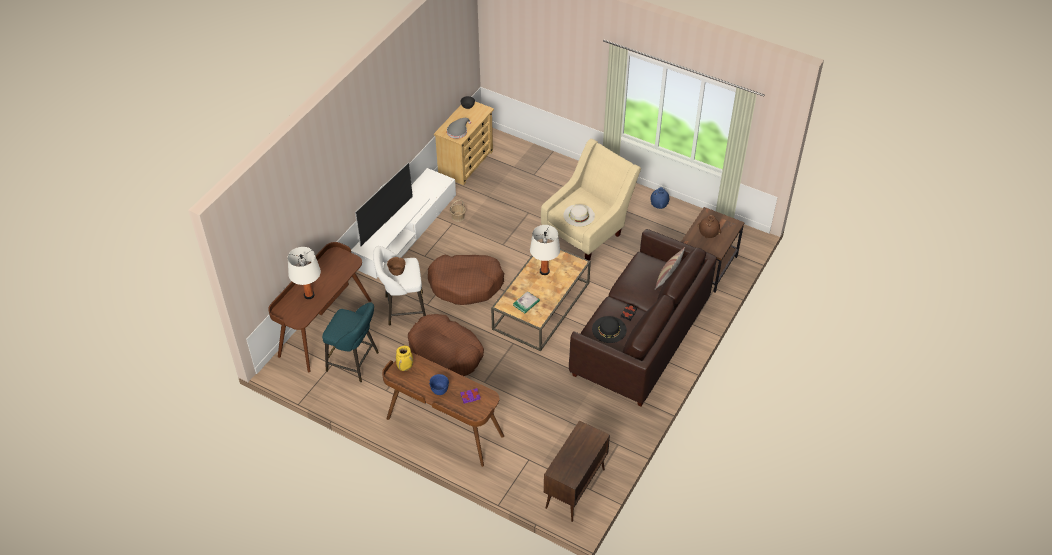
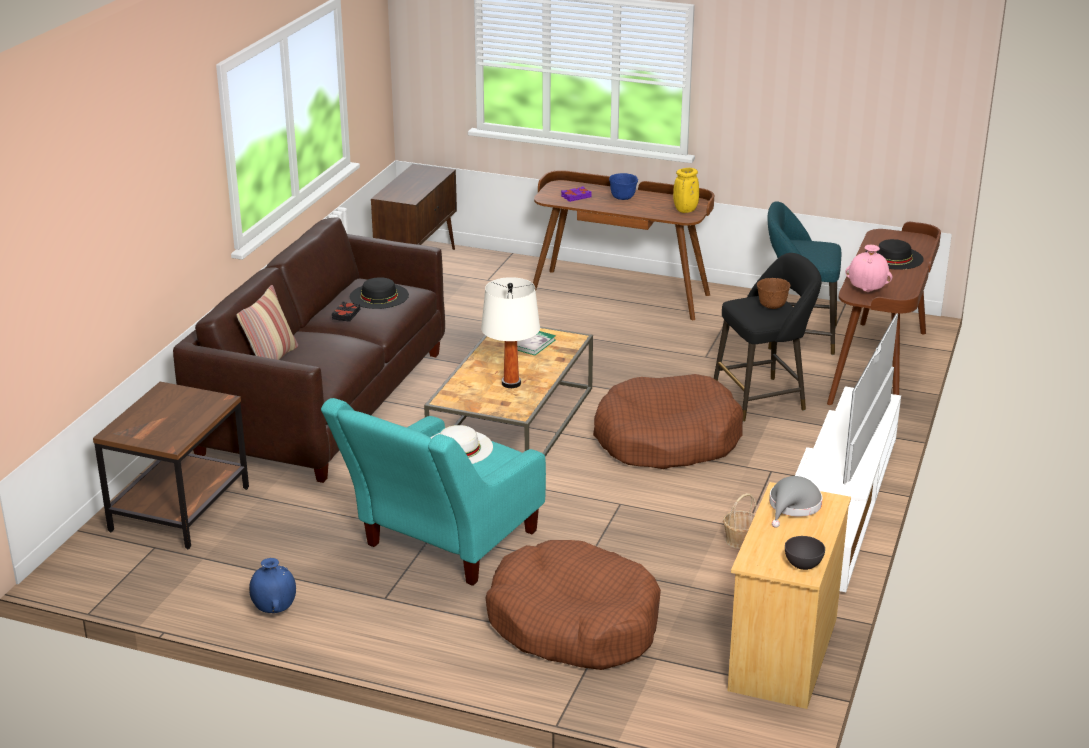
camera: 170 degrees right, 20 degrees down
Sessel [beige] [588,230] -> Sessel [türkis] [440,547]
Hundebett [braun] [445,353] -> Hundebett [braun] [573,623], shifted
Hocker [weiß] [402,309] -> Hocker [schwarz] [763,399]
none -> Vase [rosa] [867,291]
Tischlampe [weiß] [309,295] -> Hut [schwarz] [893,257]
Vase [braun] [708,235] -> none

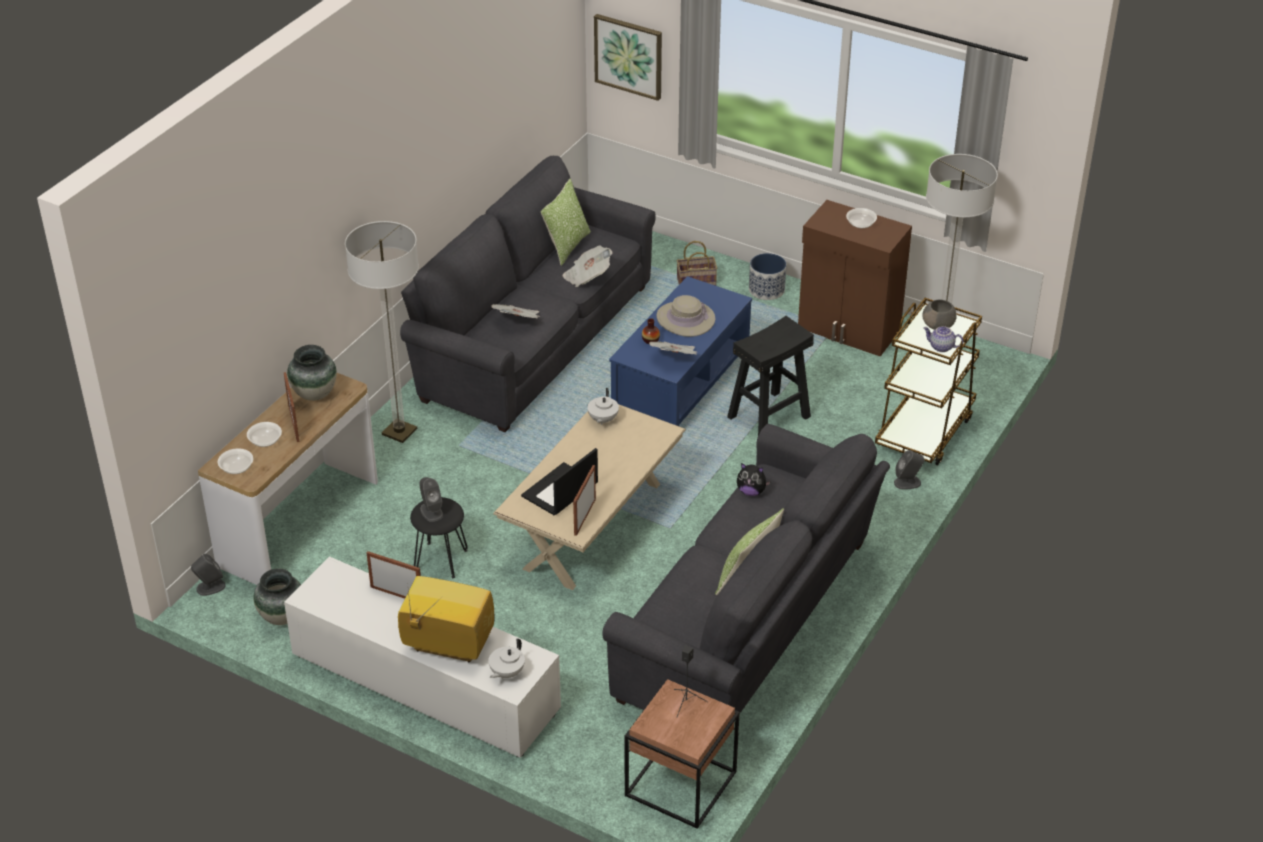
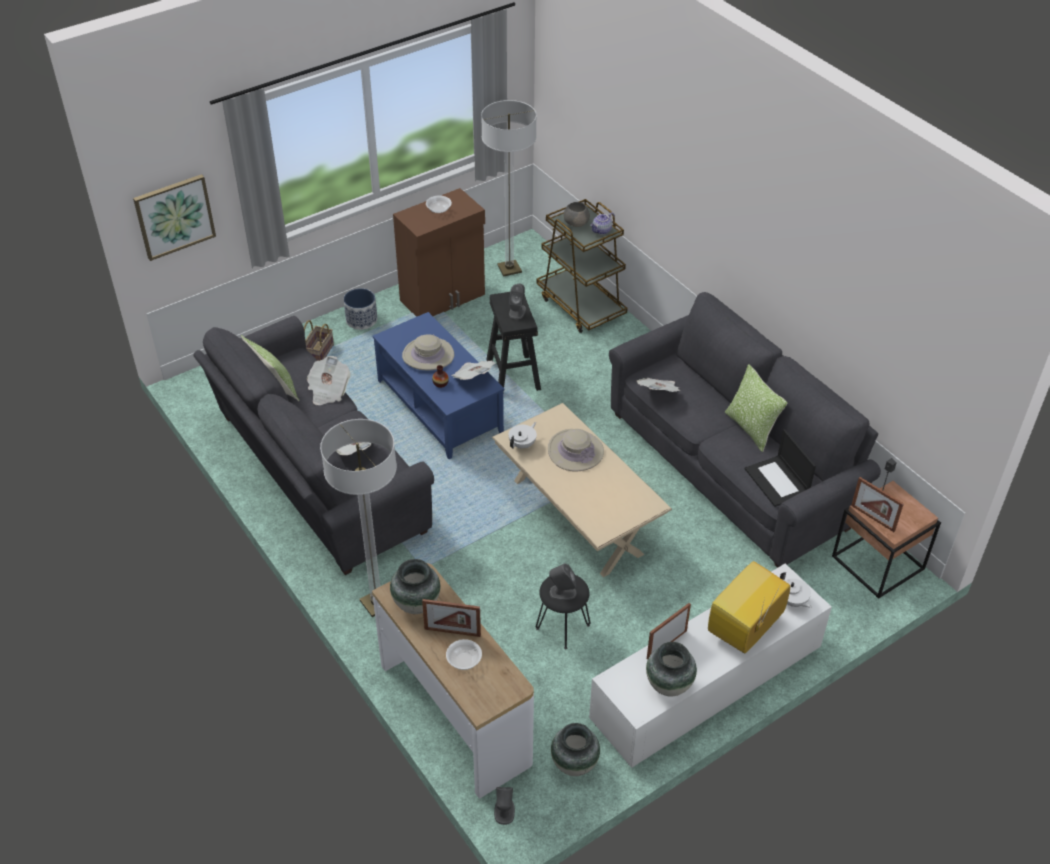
camera: 65 degrees left, 5 degrees up
Teekanne [weiß] [602,420] -> Teekanne [weiß] [523,444], 90 degrees counterclockwise
Lautsprecher [grau] [907,482] -> Lautsprecher [grau] [517,311], shifted
none -> Hut [beige] [575,451]
Plüschtier [751,491] -> Zeitung [659,393]
none -> Vase [668,685]
Laptop [560,491] -> Laptop [777,481], shifted
Bilderrahmen [585,517] -> Bilderrahmen [872,518], shifted
Schüssel [237,468] -> none

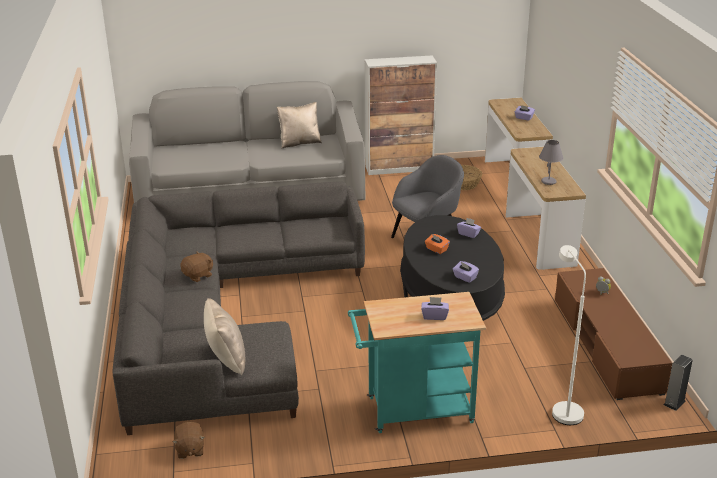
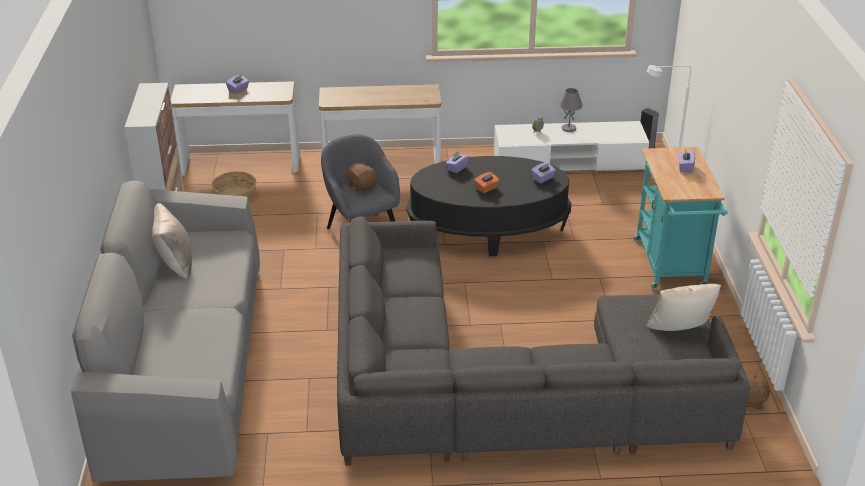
camera: 85 degrees left, 5 degrees up
Plüschtier [braun] [198,276] -> Plüschtier [braun] [361,186], shifted
Fernsehschrank [braun] [606,345] -> Fernsehschrank [weiß] [568,162]
Tischlampe [grau] [549,182] -> Tischlampe [grau] [569,128], shifted

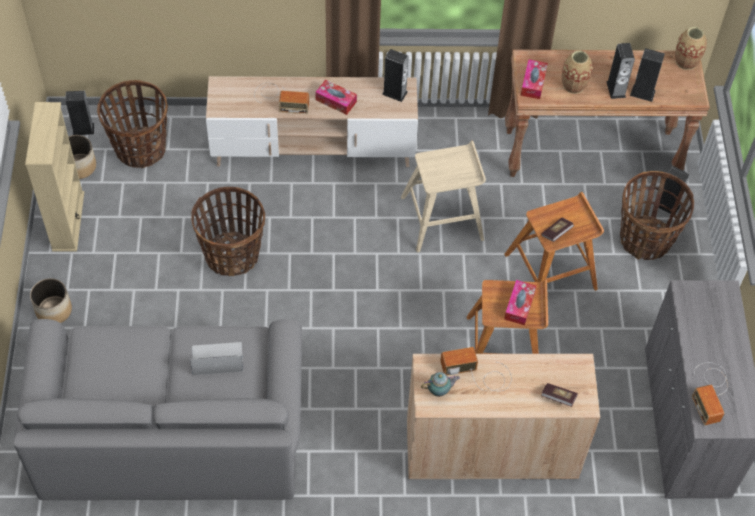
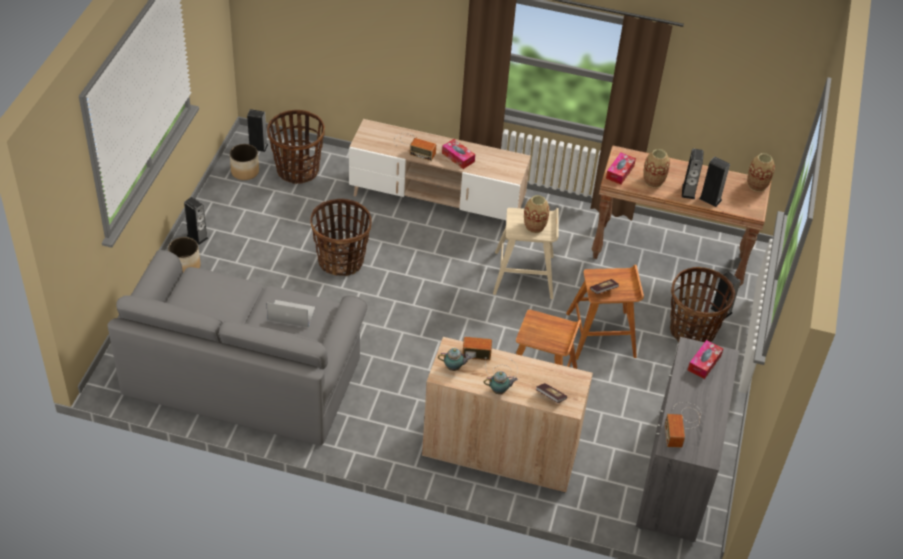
camera: 15 degrees right, 10 degrees down
Lautsprecher [394,93] -> Lautsprecher [197,237], shifted
none -> Teekanne [499,391]
none -> Vase [534,226]
Taschentuchbox [519,306] -> Taschentuchbox [704,363], shifted
Bücherregal [beige] [68,221] -> none

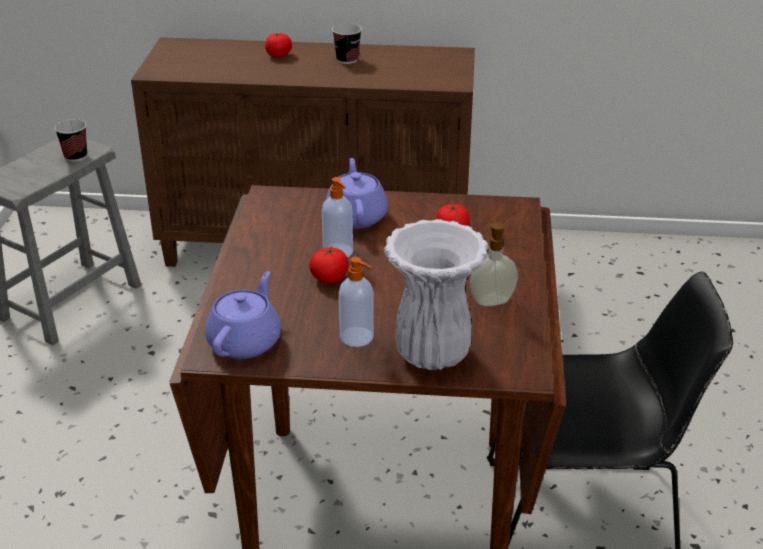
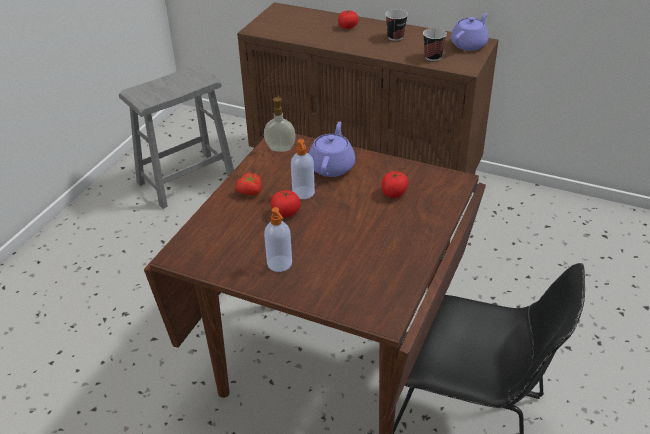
camera: 20 degrees right, 5 degrees up
none -> Tomate [250,192]
Seifenspender [491,300] -> Seifenspender [280,148], shifted
Tasse [75,156] -> Tasse [433,57], shifted
Teekanne [lila] [245,341] -> Teekanne [lila] [469,44], shifted
Vase [weiß] [431,355] -> none

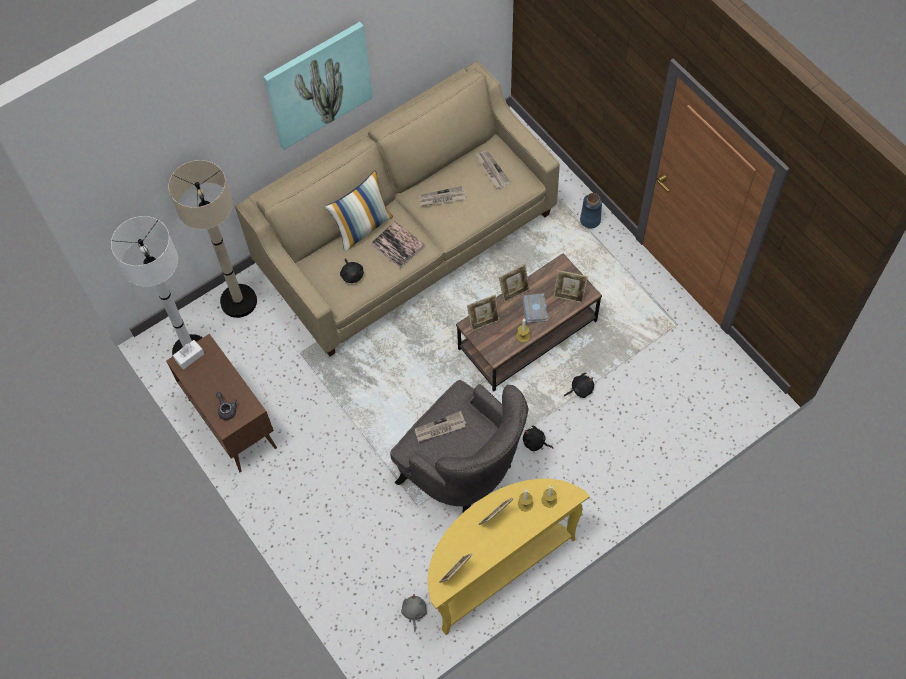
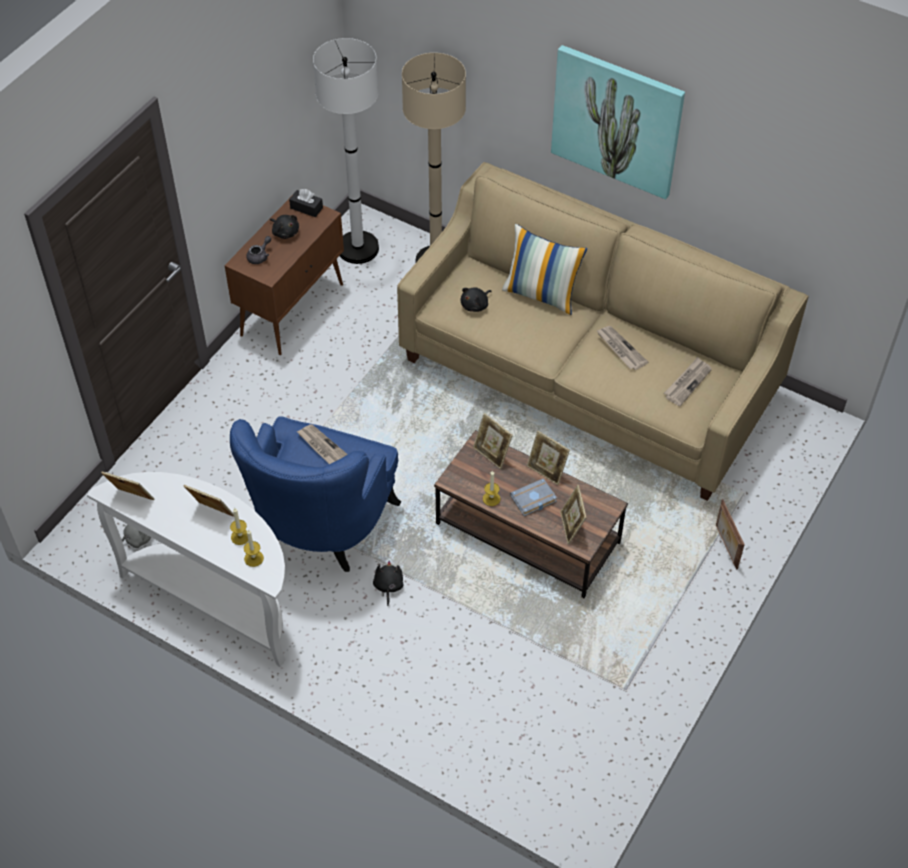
camera: 65 degrees right, 10 degrees down
Konsolentisch [gelb] [497,567] -> Konsolentisch [weiß] [216,599]
Sessel [grau] [464,472] -> Sessel [blau] [321,529]
Plüschtier [schwarz] [580,389] -> Plüschtier [schwarz] [285,232], shifted
Taschentuchbox [weiß] [189,357] -> Taschentuchbox [schwarz] [306,208]
Vase [blau] [590,220] -> Bilderrahmen [725,547]
Buch [398,244] -> none

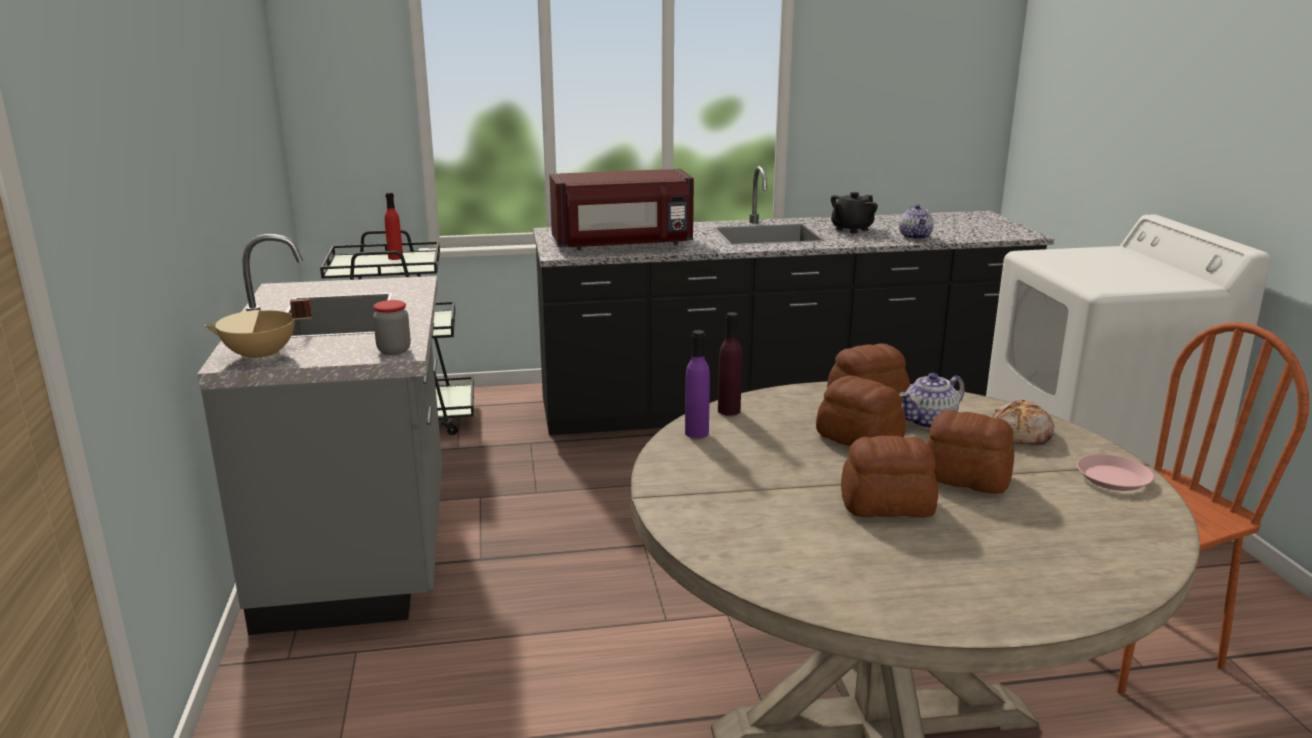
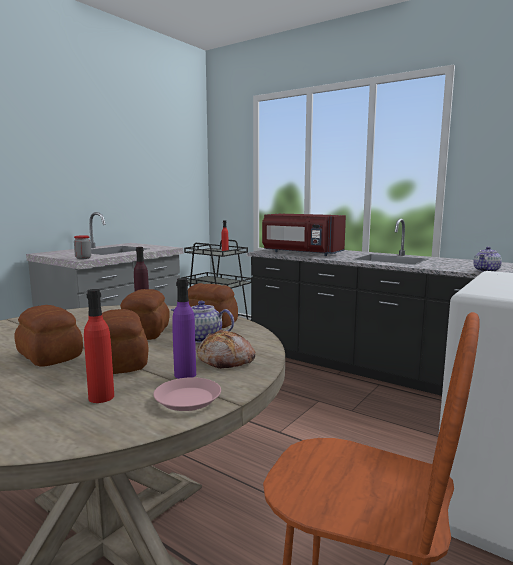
camera: 45 degrees right, 10 degrees down
none -> Flasche [rot] [101,397]
Flasche [lila] [696,433] -> Flasche [lila] [185,374], shifted
Kochtopf [beige] [261,357] -> none
Teekanne [schwarz] [851,229] -> none

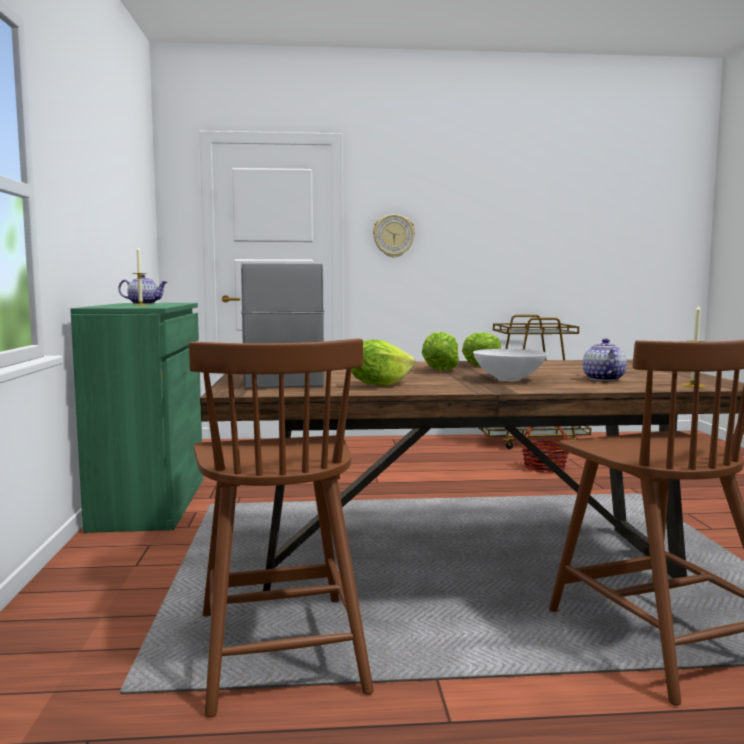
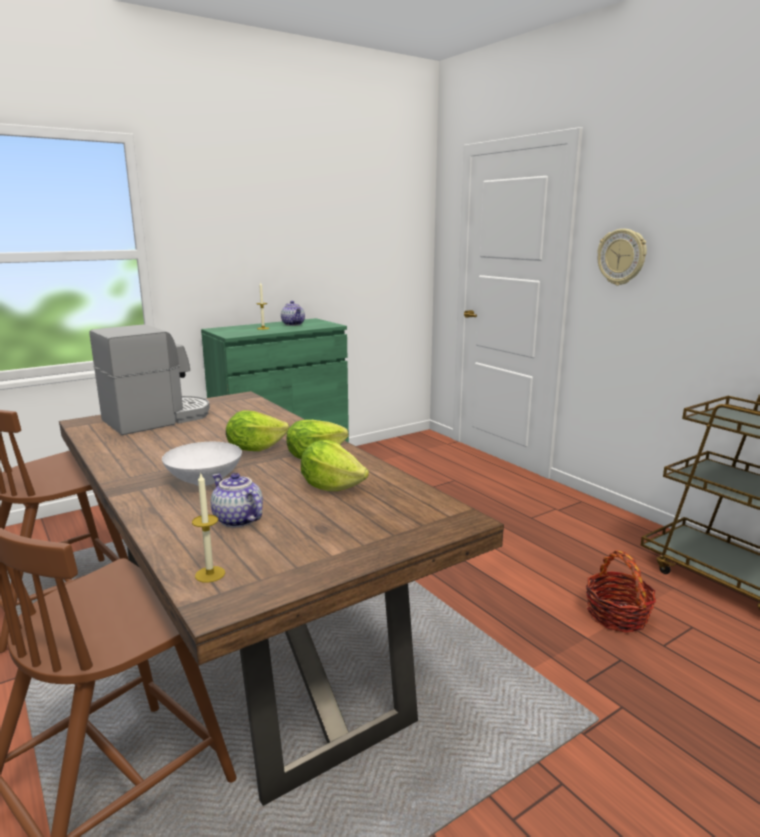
camera: 60 degrees right, 10 degrees up
Teekanne [602,379] -> Teekanne [236,520], 105 degrees counterclockwise
Salatkopf [379,385] -> Salatkopf [331,486], shifted

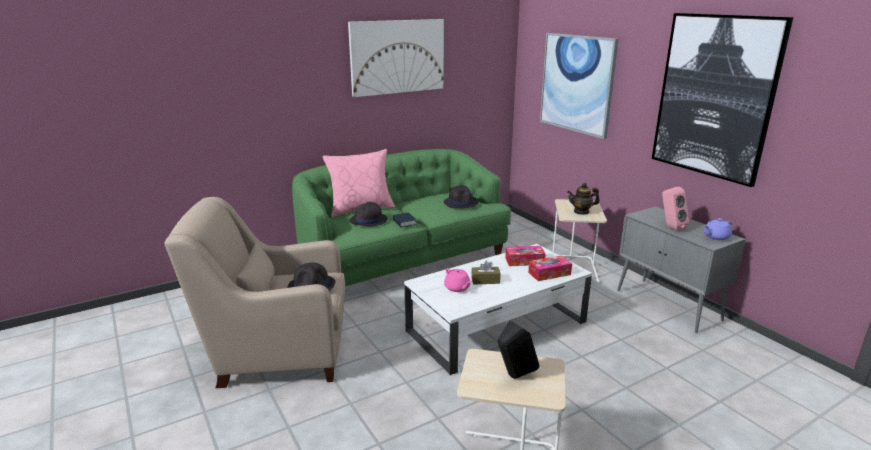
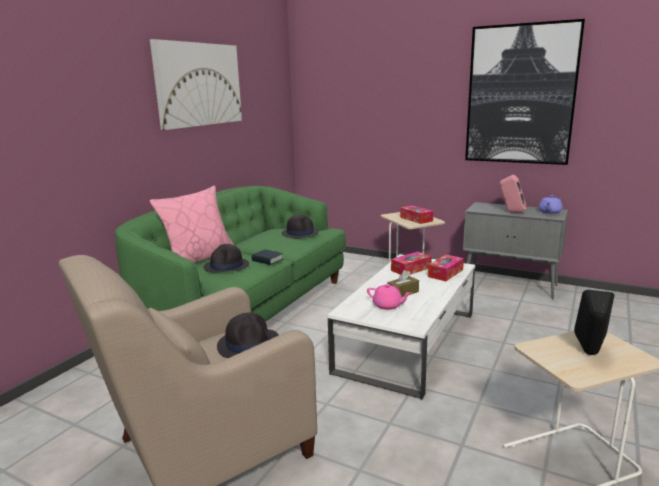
camera: 30 degrees left, 5 degrees down
Teekanne [581,212] -> Taschentuchbox [416,219]
Bild [577,83] -> none

